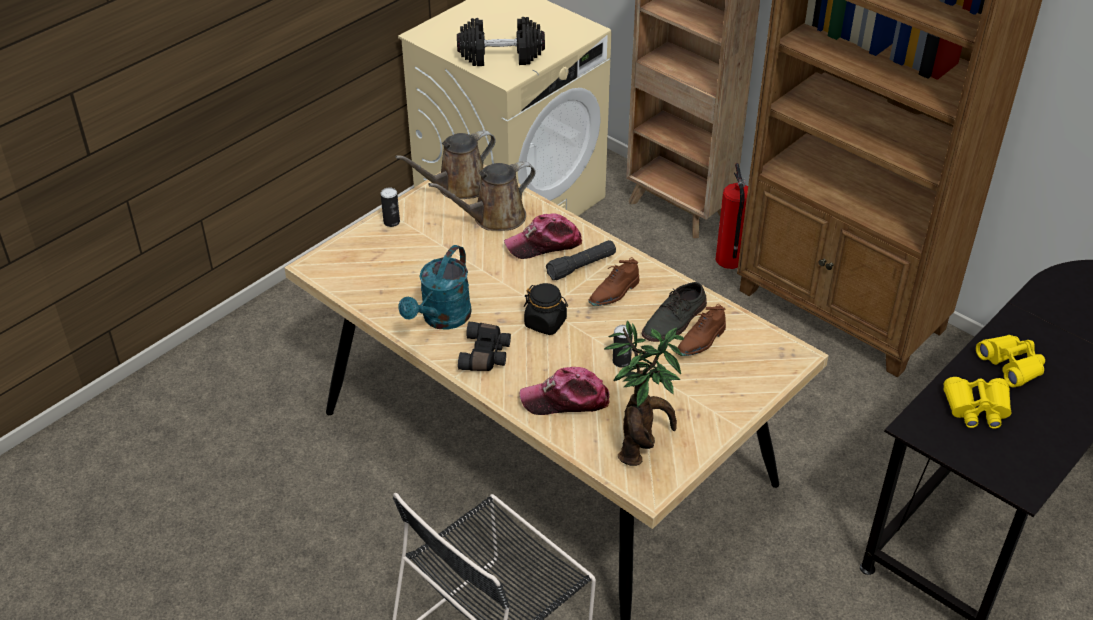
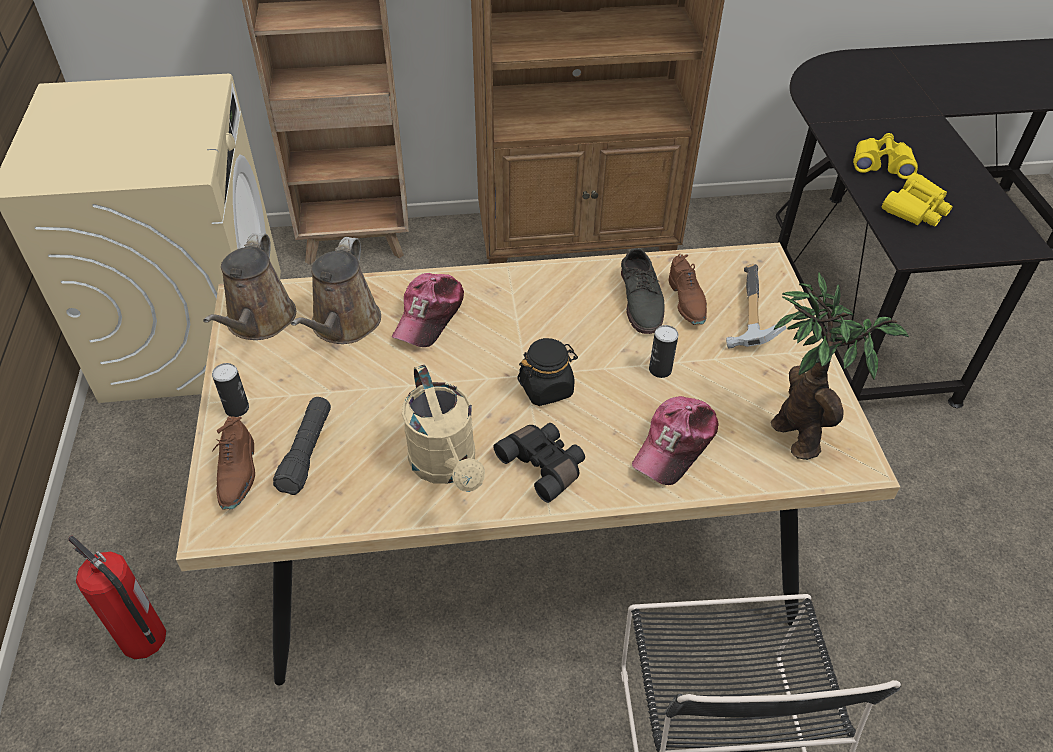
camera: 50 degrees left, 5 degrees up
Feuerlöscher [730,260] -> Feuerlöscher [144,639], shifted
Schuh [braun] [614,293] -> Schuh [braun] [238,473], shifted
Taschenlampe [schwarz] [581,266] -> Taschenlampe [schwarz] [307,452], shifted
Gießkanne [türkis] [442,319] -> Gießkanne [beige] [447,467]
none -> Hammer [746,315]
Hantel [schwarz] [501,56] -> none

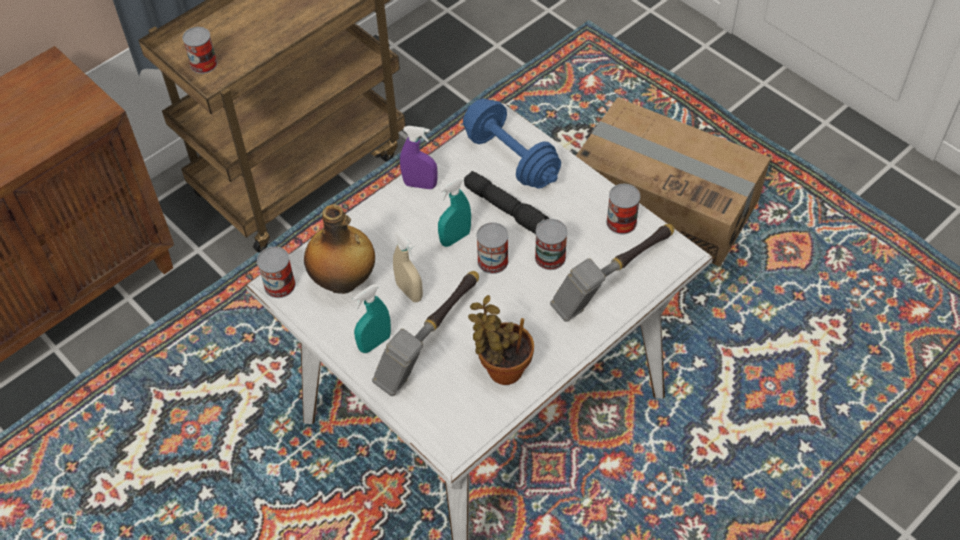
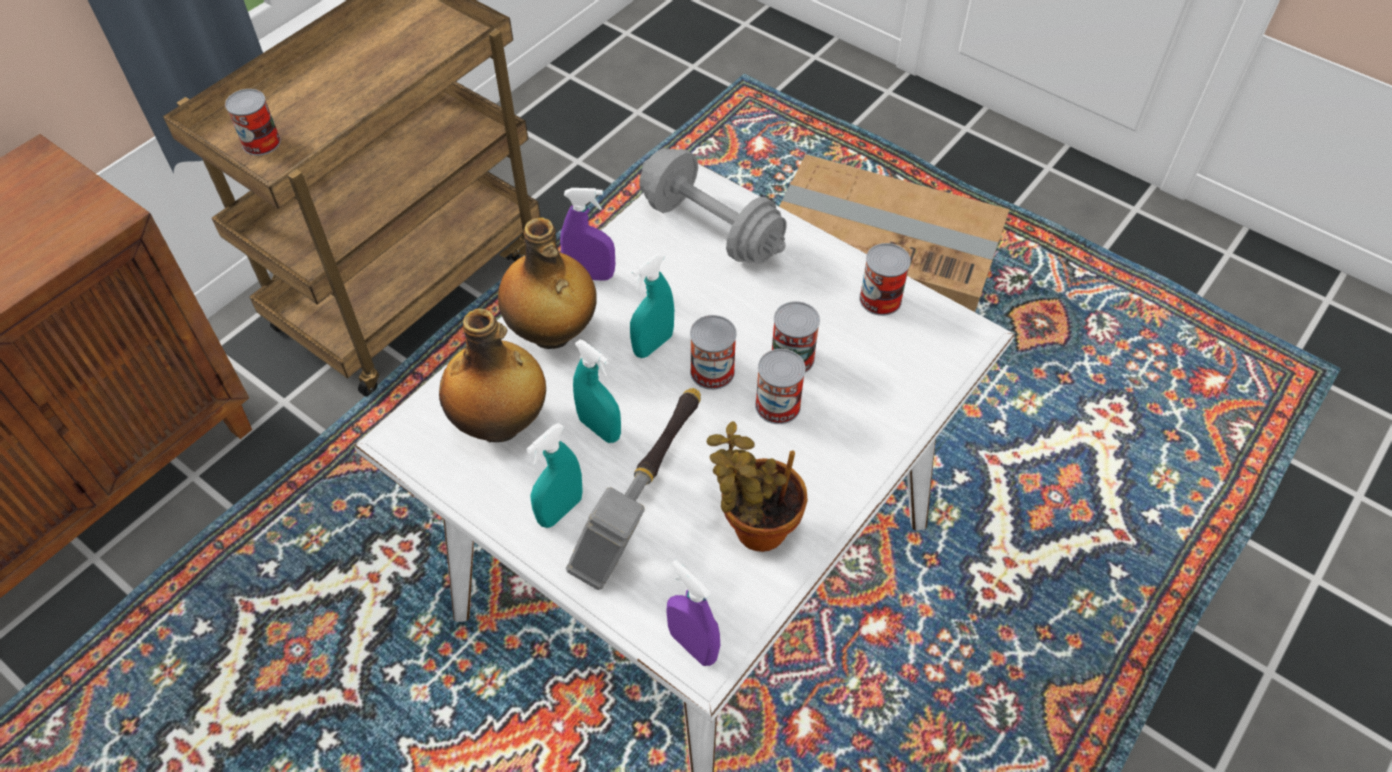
camera: 10 degrees left, 0 degrees up
none -> Flasche [552,333]
Sprühflasche [beige] [409,292] -> Sprühflasche [türkis] [599,428]
Hantel [blau] [511,158] -> Hantel [grau] [711,228]
none -> Sprühflasche [lila] [693,645]
Dose [279,285] -> Dose [777,405], shifted
Taschenlampe [schwarz] [506,209] -> none
Hammer [613,283] -> none

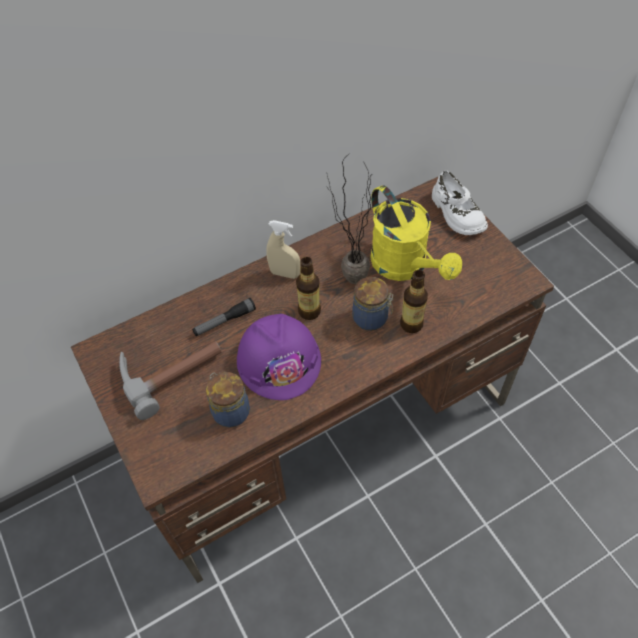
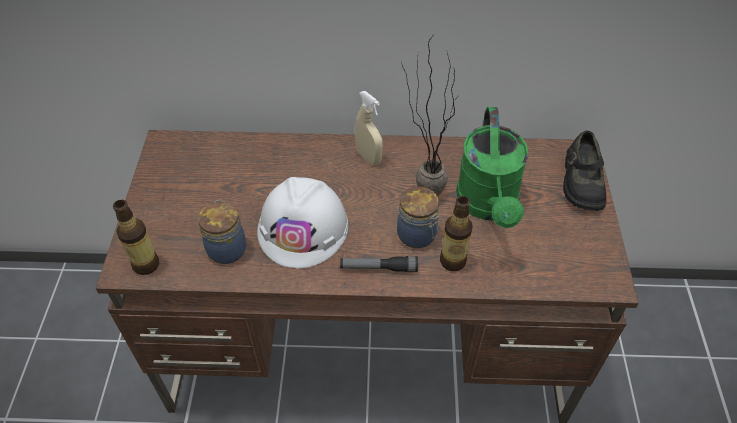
camera: 30 degrees right, 5 degrees down
Flasche [309,311] -> Flasche [146,265], shifted
Schutzhelm [lila] [279,360] -> Schutzhelm [weiß] [303,228]
Taschenlampe [224,321] -> Taschenlampe [378,268], shifted
Gießkanne [gelb] [405,266] -> Gießkanne [grün] [488,206]
Schuh [weiß] [456,213] -> Schuh [schwarz] [581,182]
Hammer [170,370] -> none

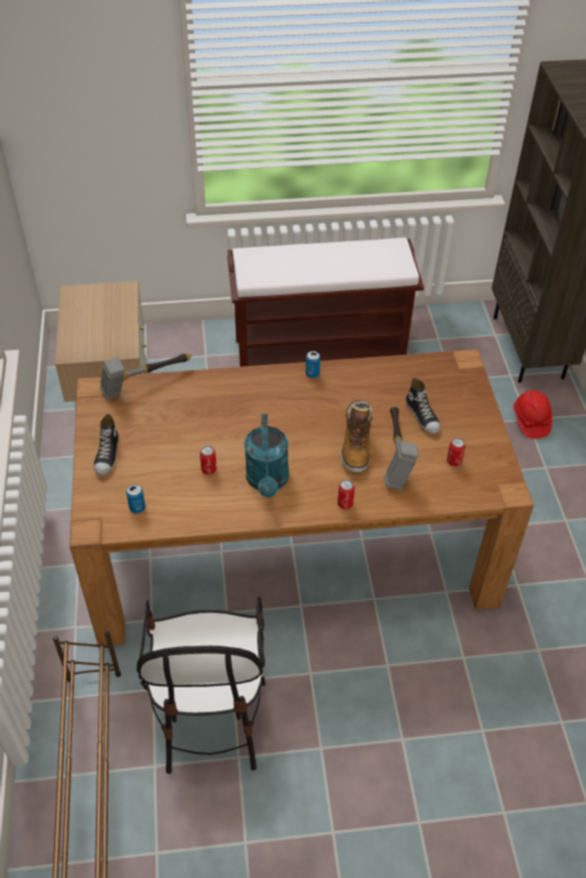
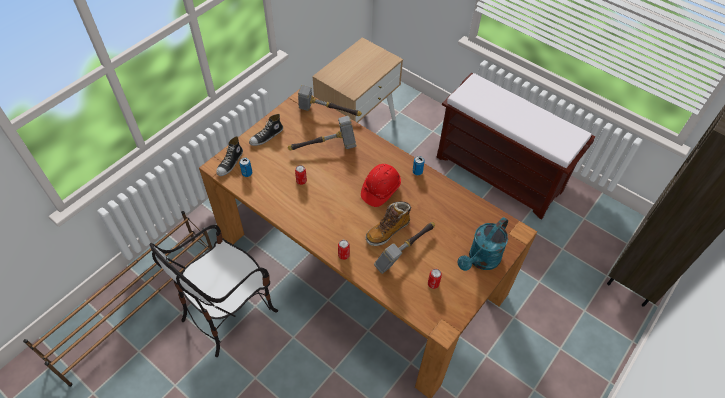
camera: 45 degrees right, 5 degrees up
Schuh [422,416] -> Schuh [230,163], shifted
none -> Hammer [324,148]
Schutzhelm [rot] [530,421] -> Schutzhelm [rot] [380,190], shifted
Gießkanne [türkis] [268,481] -> Gießkanne [türkis] [481,260], shifted

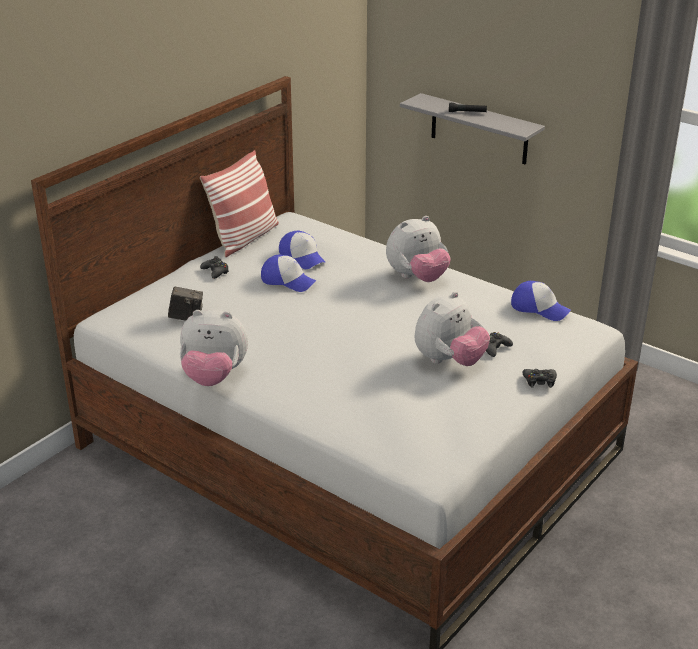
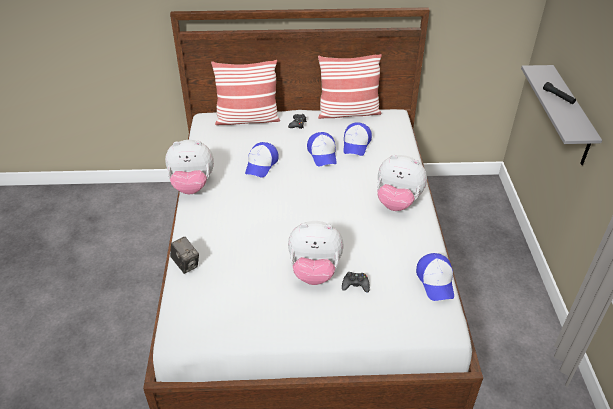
camera: 50 degrees right, 10 degrees up
Plüschtier [214,377] -> Plüschtier [192,186], 60 degrees counterclockwise
Kamera [186,318] -> Kamera [186,264], shifted
none -> Kissen [247,119]
none -> Kappe [261,164]
Gamepad [schwarz] [539,381] -> none

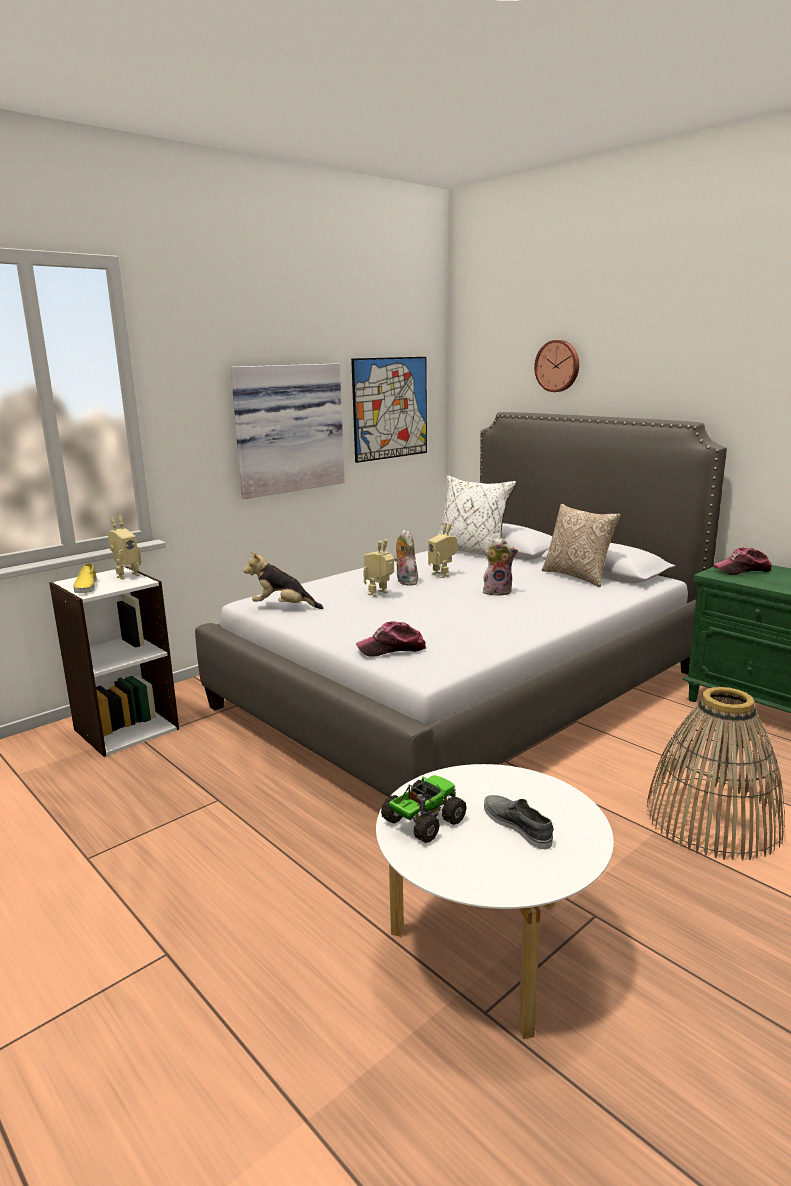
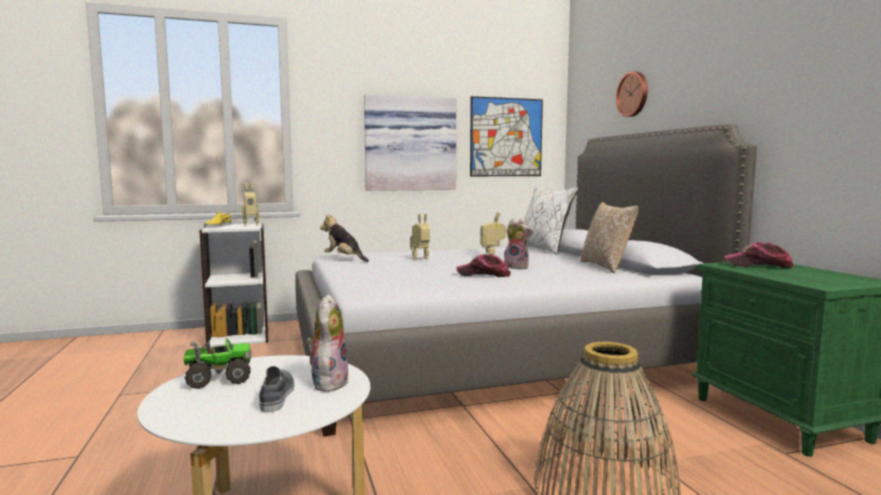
camera: 25 degrees right, 10 degrees down
Plüschtier [405,582] -> Plüschtier [328,382], shifted
Kappe [392,649] -> Kappe [484,274], shifted

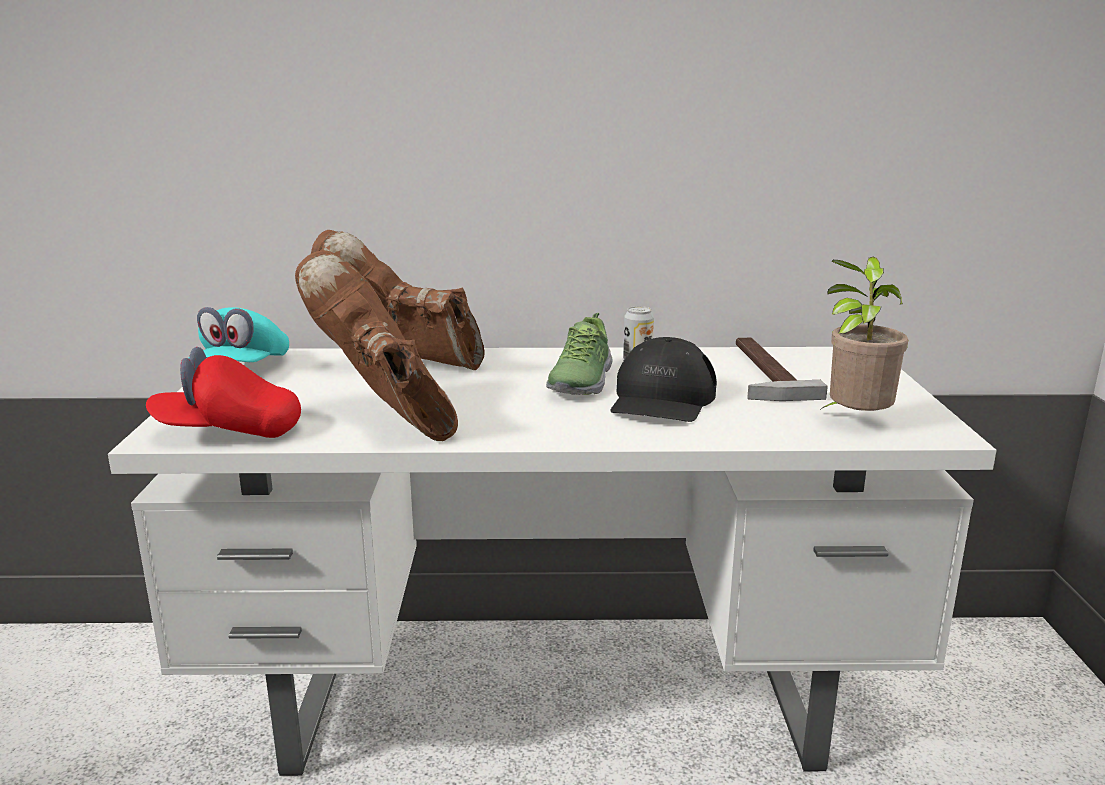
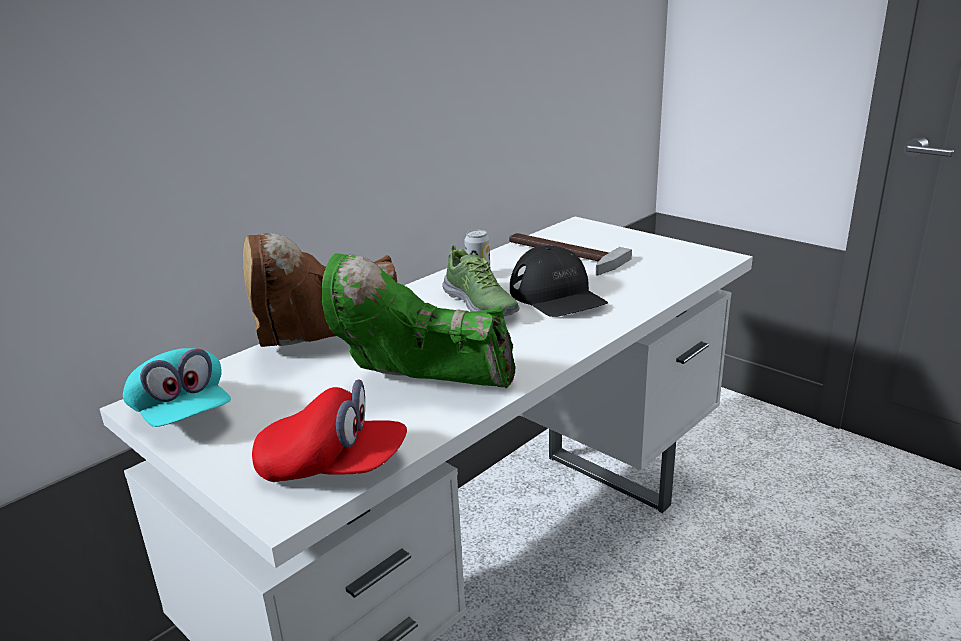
camera: 45 degrees left, 5 degrees up
Kappe [rot] [229,432] -> Kappe [rot] [332,467], 120 degrees counterclockwise
Stiefel [braun] [387,416] -> Stiefel [grün] [423,390]
Topfpflanze [854,422] -> none

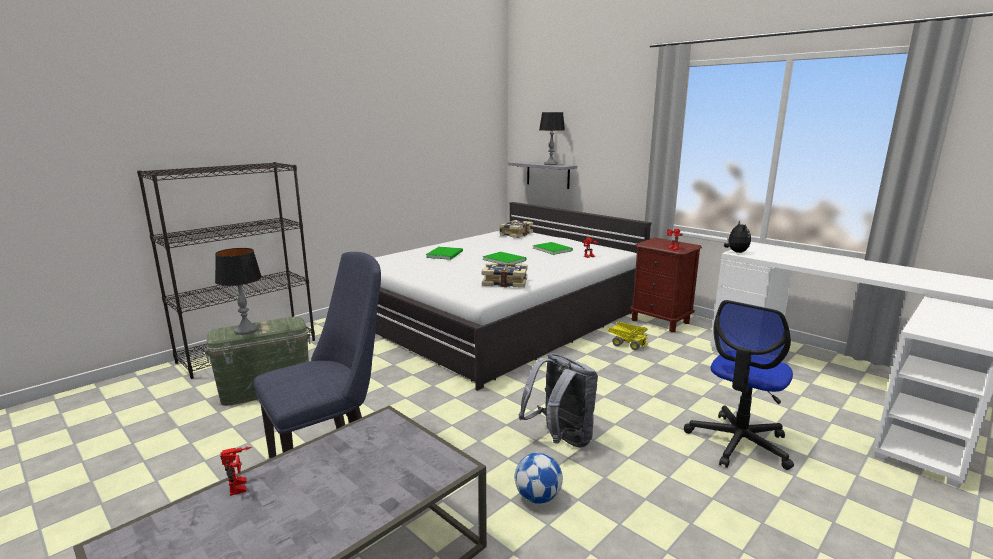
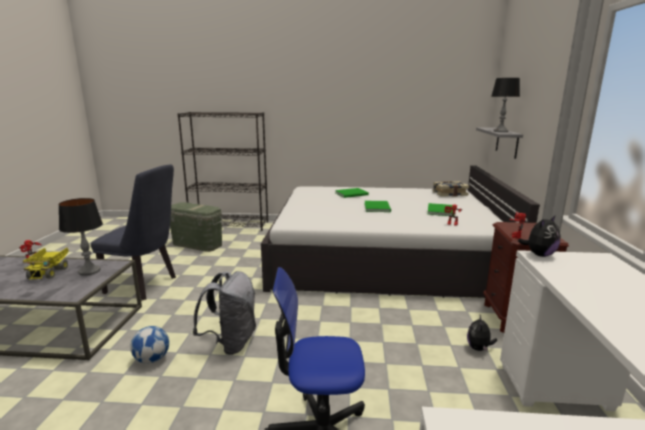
camera: 50 degrees right, 0 degrees up
Spielzeuglaster [627,344] -> Spielzeuglaster [49,272], shifted
Tischlampe [246,330] -> Tischlampe [89,271], shifted
none -> Plüschtier [479,348]
Buch [505,282] -> none

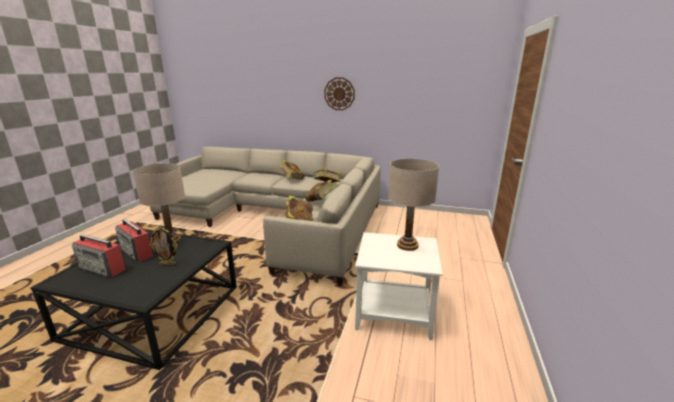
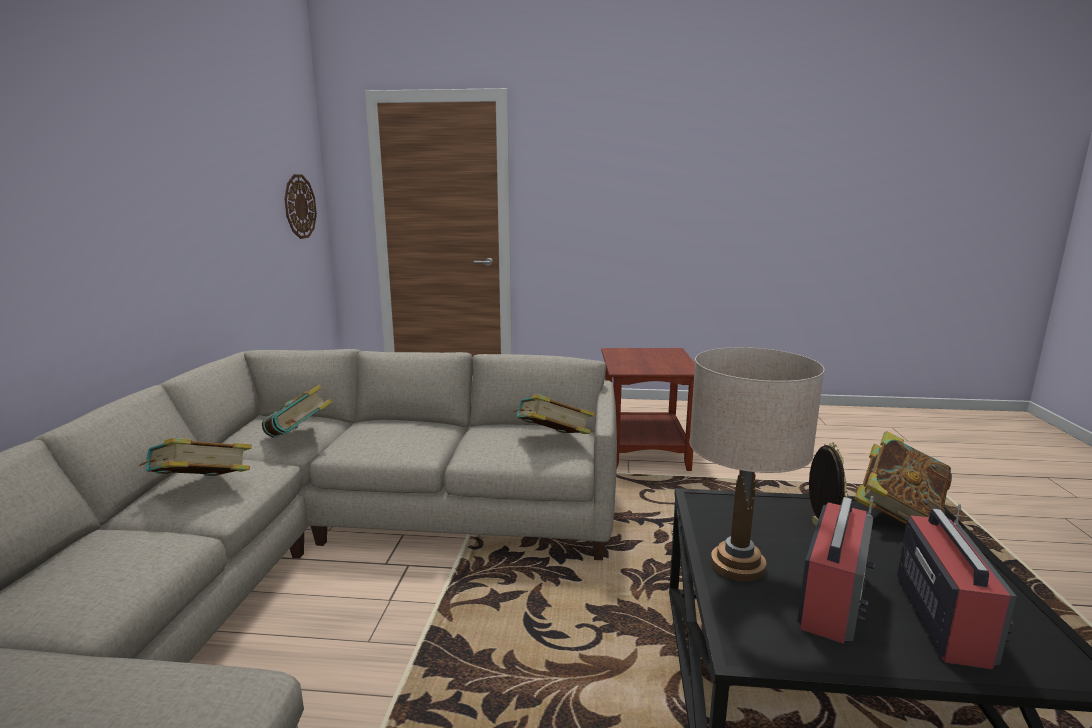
camera: 100 degrees left, 5 degrees down
Wanduhr [339,94] -> Wanduhr [299,206], shifted
Beistelltisch [weiß] [393,315] -> Beistelltisch [braun] [646,450]
Buch [320,202] -> Buch [898,514], shifted
Tischlampe [beige] [407,245] -> none

